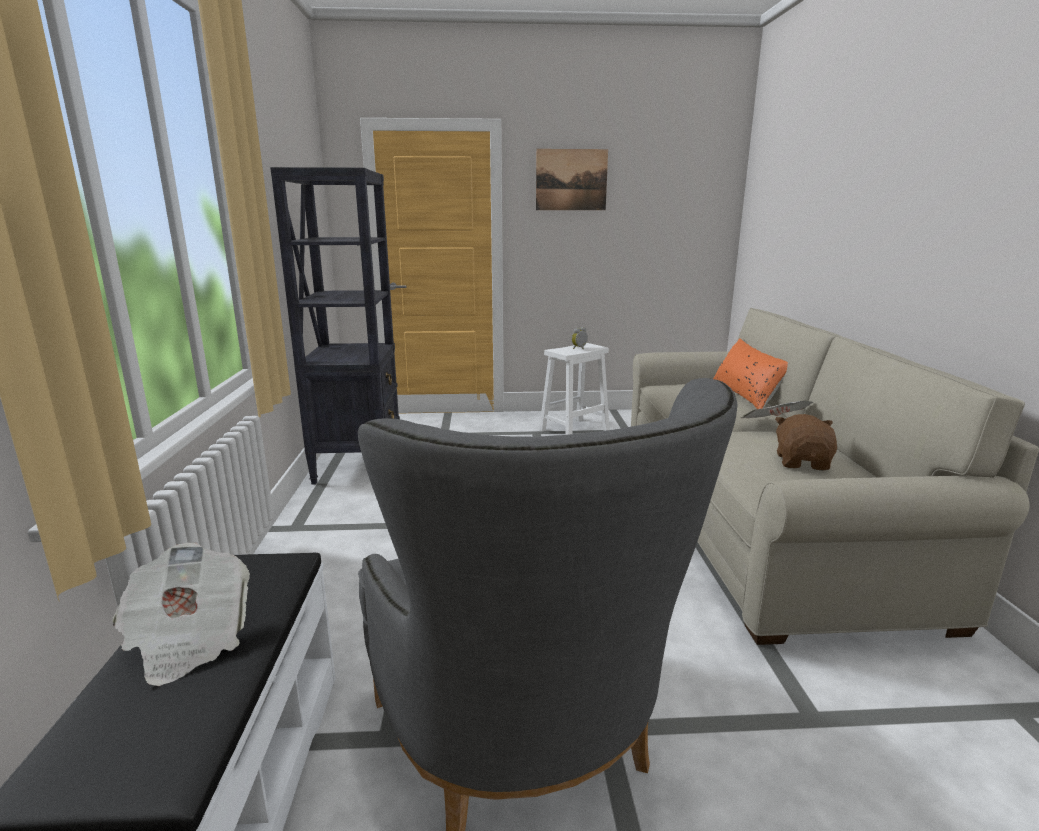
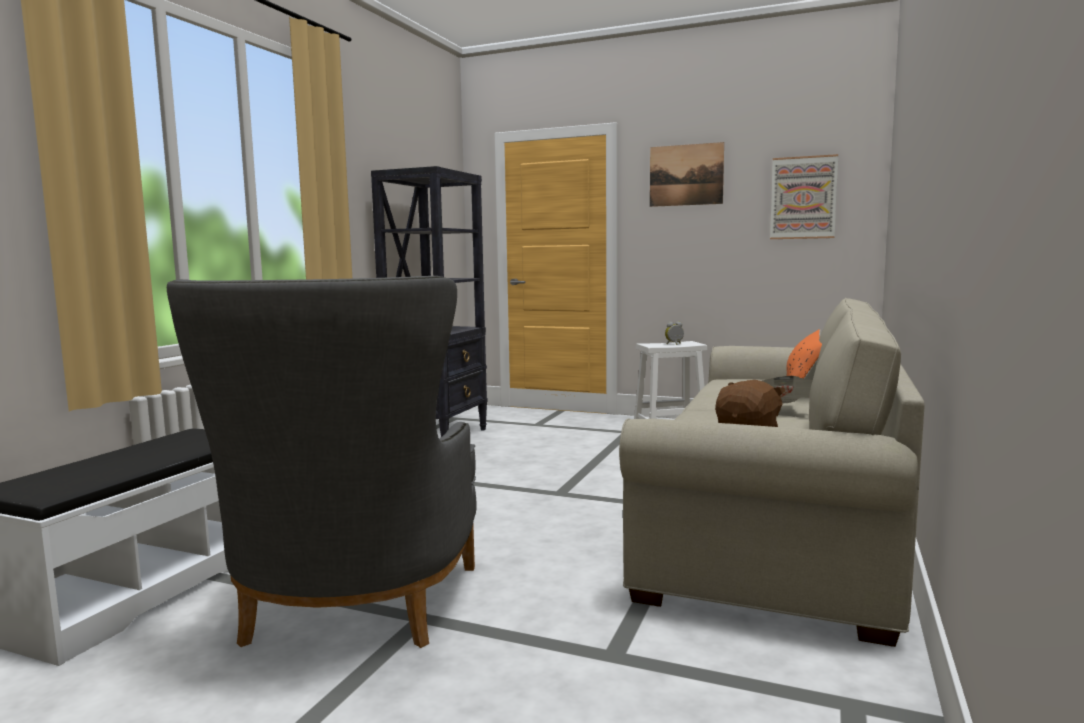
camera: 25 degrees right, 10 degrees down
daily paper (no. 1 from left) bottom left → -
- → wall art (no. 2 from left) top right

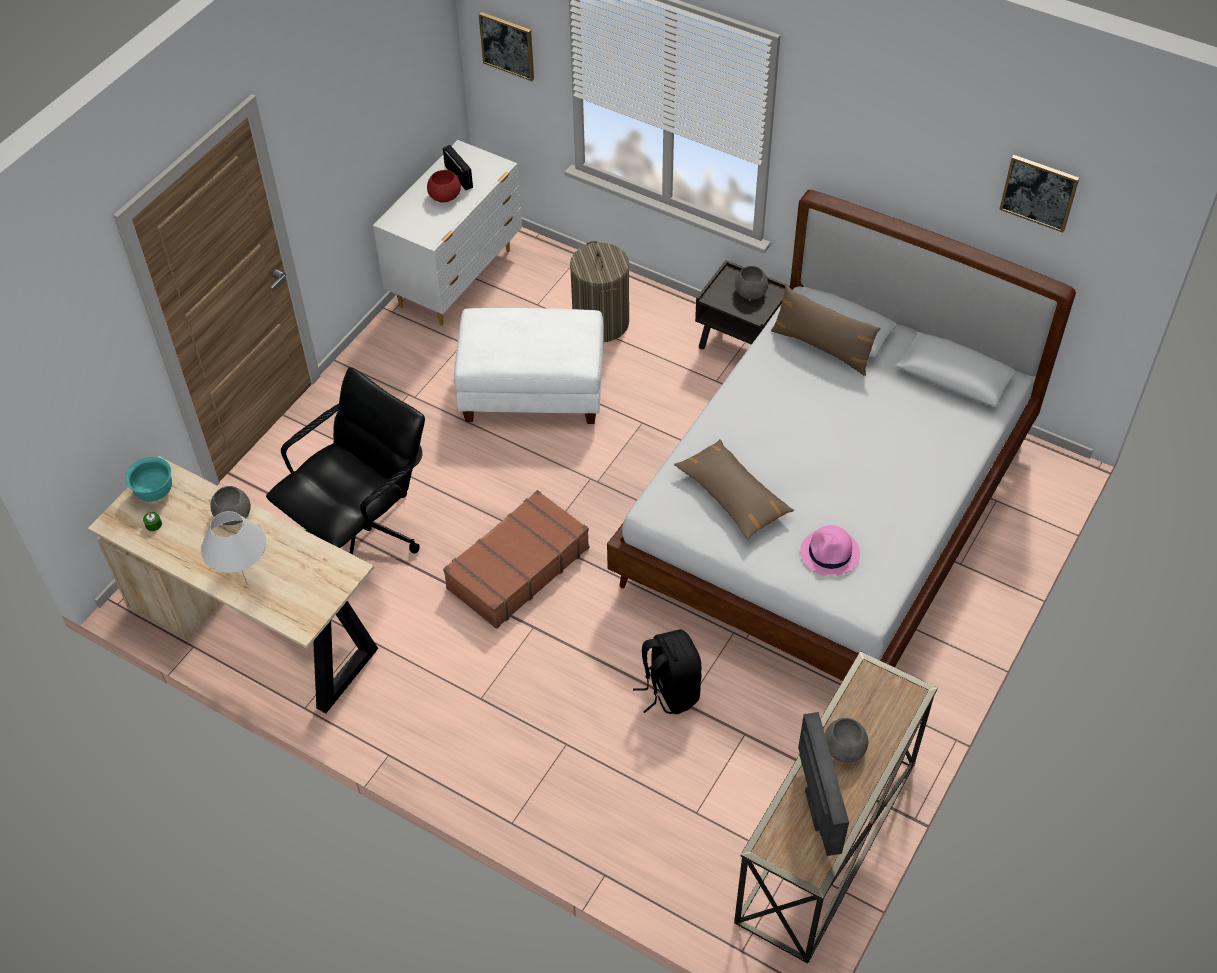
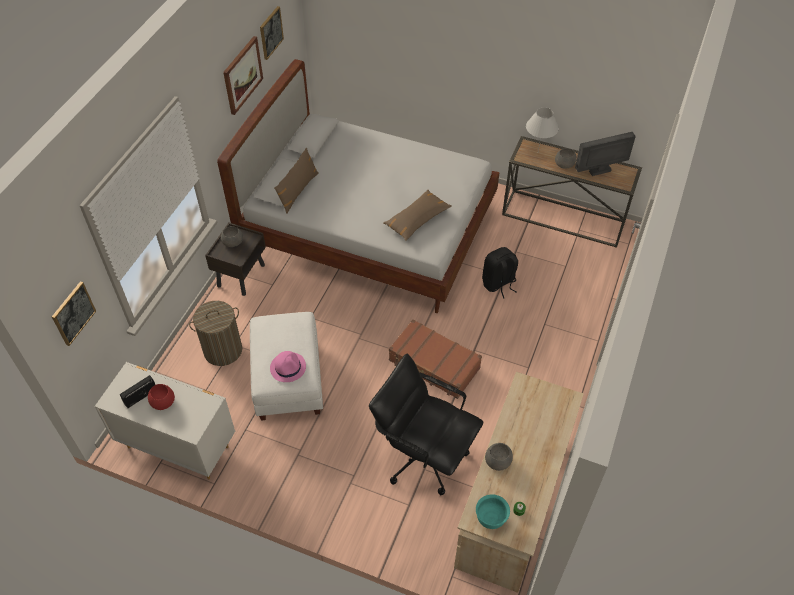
camera: 100 degrees left, 0 degrees up
- → wall art (no. 2 from left) top left
whitish lamp for a table middle left → whitish lamp for a table top right, relocated
pink-coloured clothing hat middle right → pink-coloured clothing hat centre, relocated

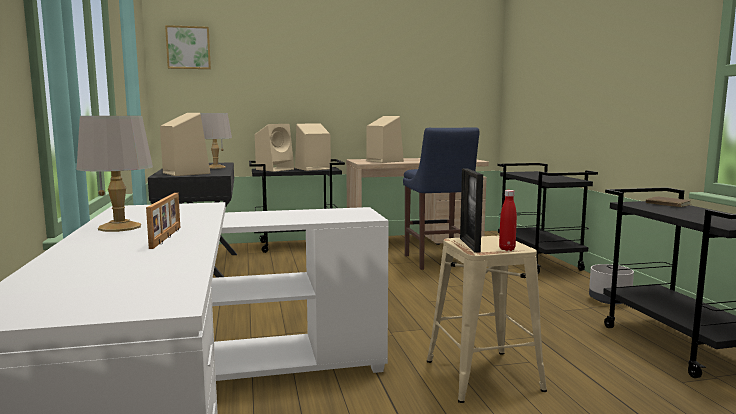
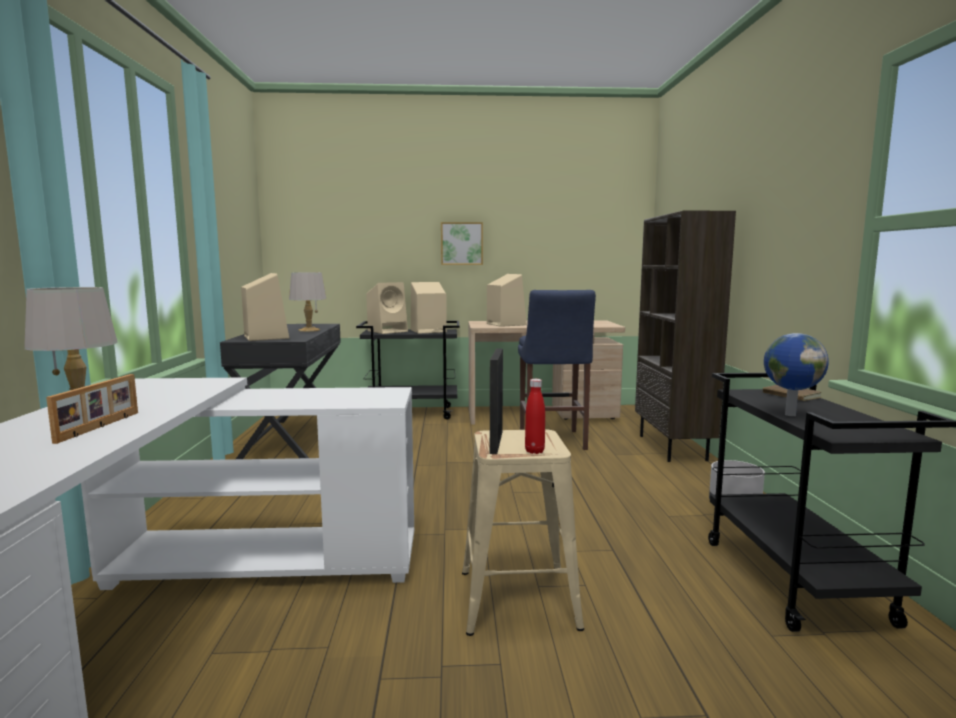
camera: 10 degrees right, 0 degrees up
- → desk globe middle right
wall art top left → wall art centre, relocated
blackish trolley (no. 2 from left) middle right → brown-coloured bookshelf middle right

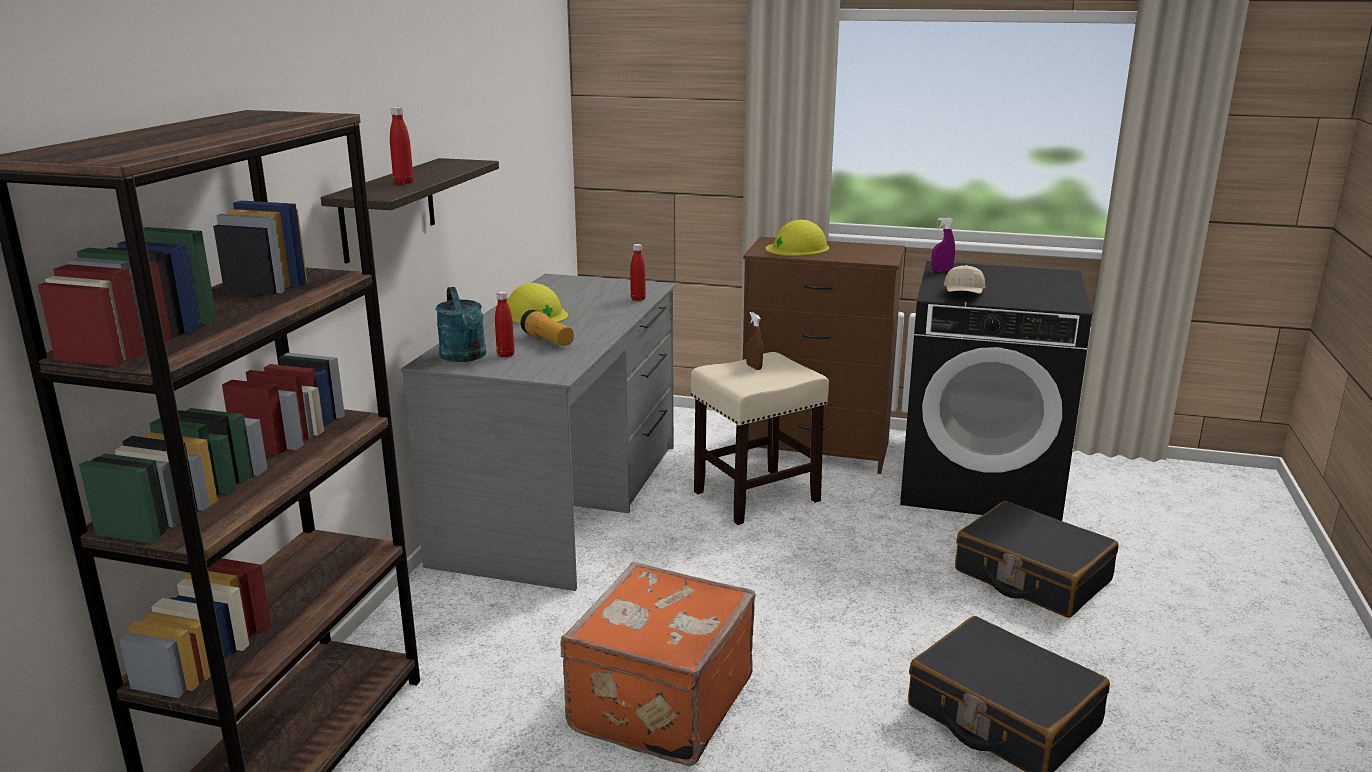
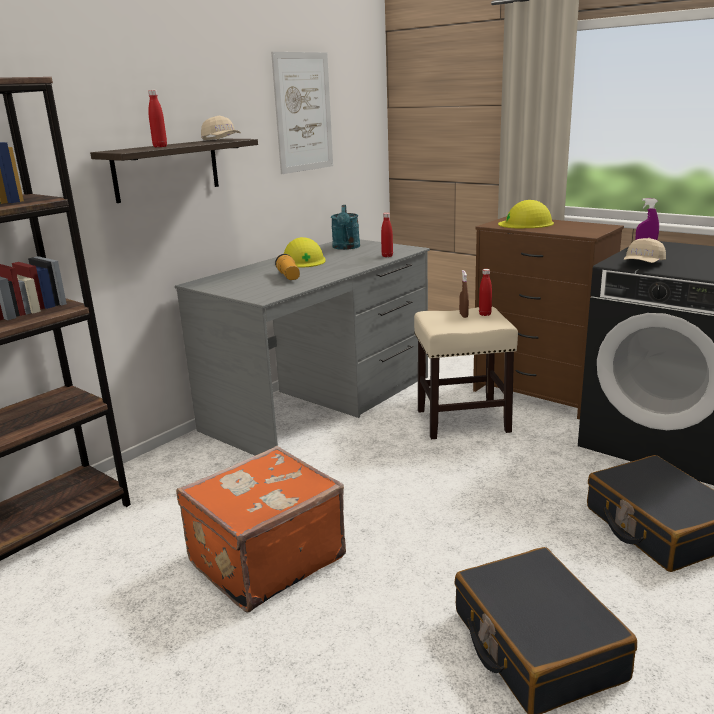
camera: 25 degrees right, 0 degrees up
- → beige baseball cap (no. 1 from left) top left
- → wall art top centre
turquoise-coloured sprinkling can centre → turquoise-coloured sprinkling can top centre, relocated
red-coloured bottle (no. 2 from left in the first image) centre → red-coloured bottle (no. 3 from left) middle right, relocated

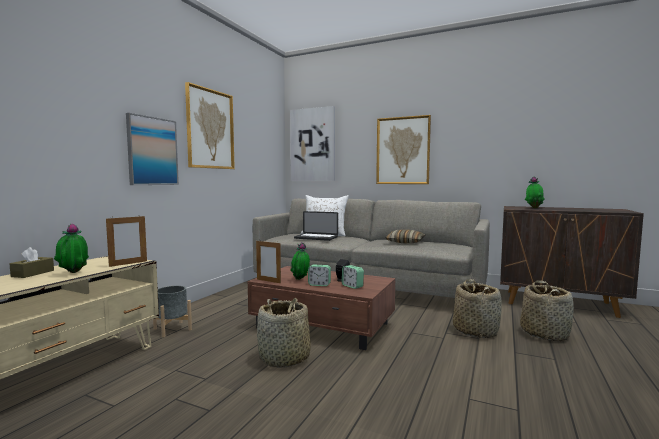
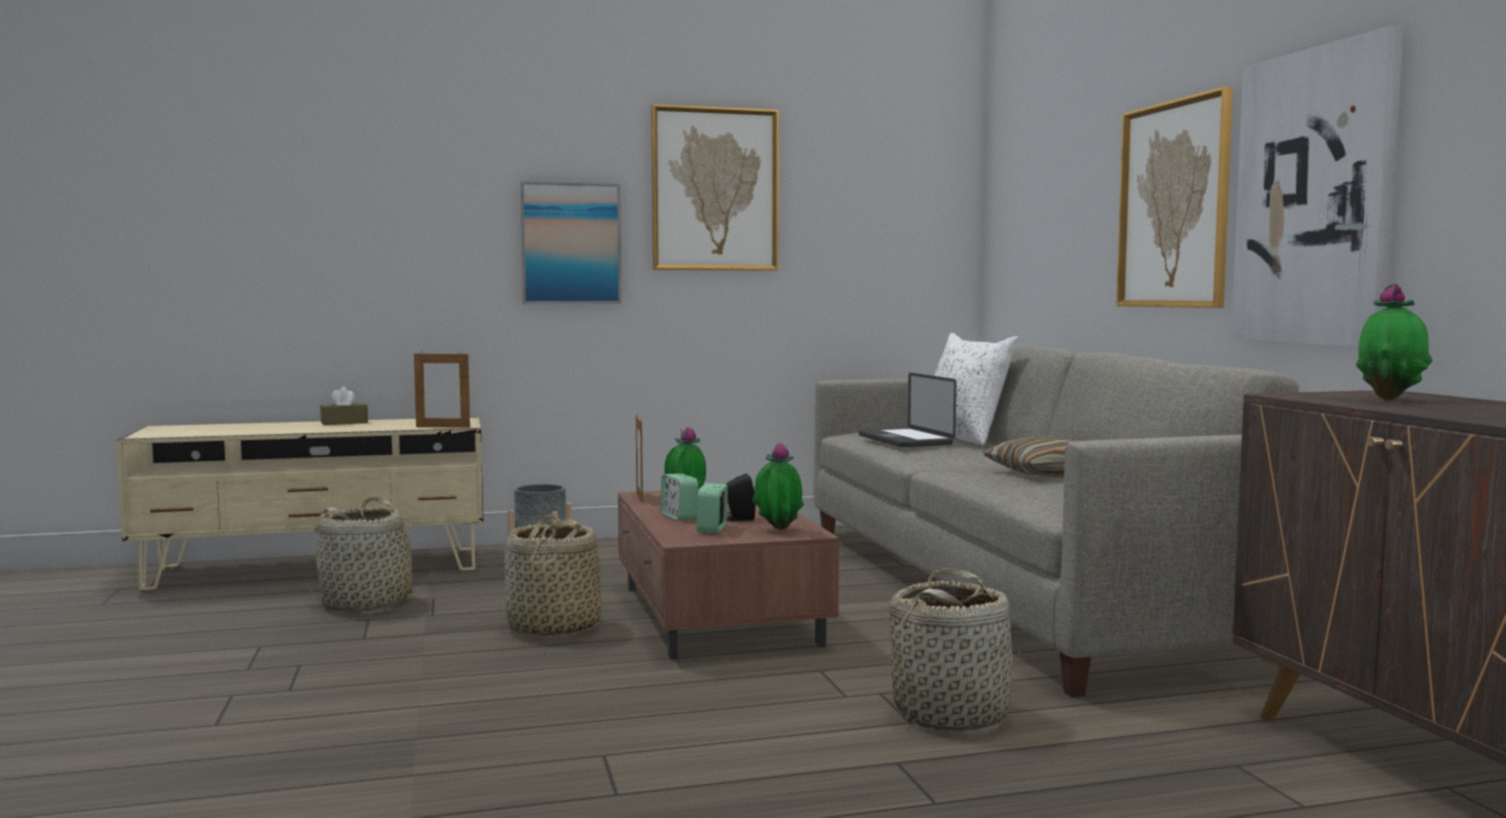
camera: 50 degrees right, 0 degrees up
plant in a pot (no. 1 from left in the first image) middle left → plant in a pot (no. 2 from left) centre, relocated
wall art (no. 3 from left in the first image) top centre → wall art (no. 4 from left) top right, relocated
storage basket (no. 3 from left in the first image) bottom right → storage basket (no. 1 from left) bottom left, relocated

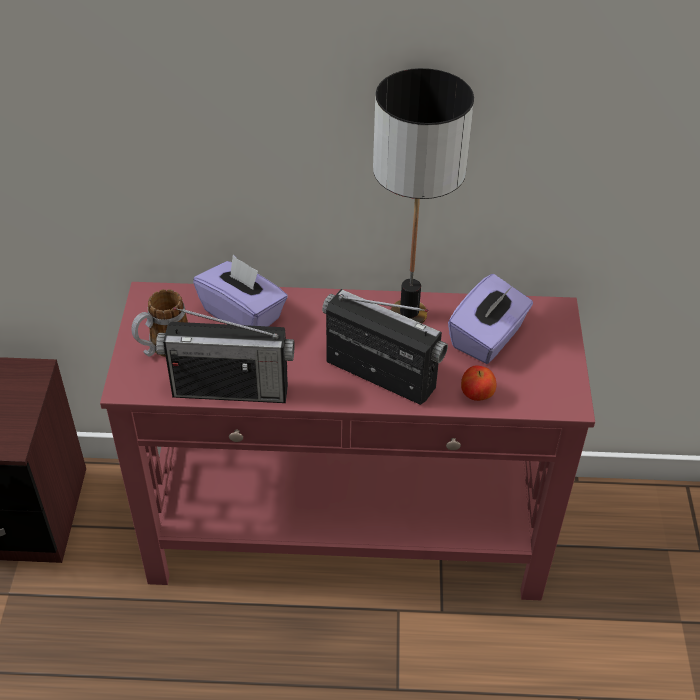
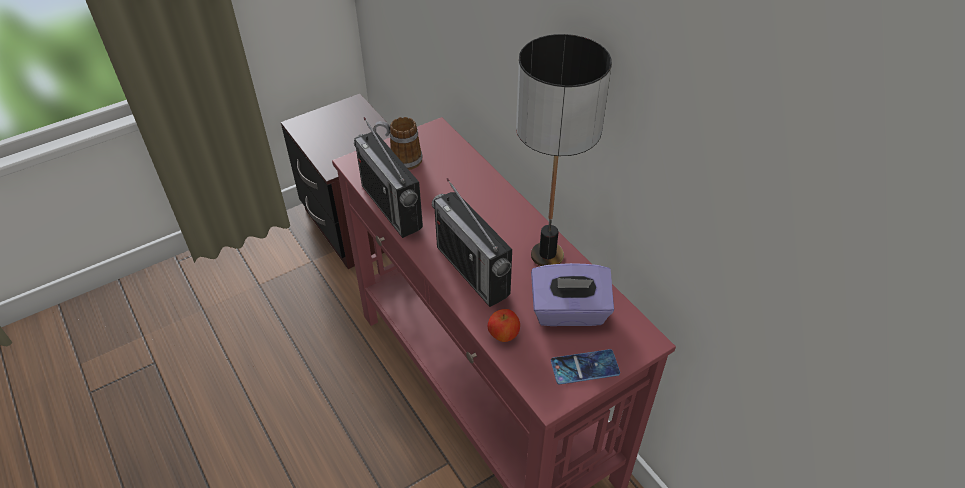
camera: 55 degrees right, 0 degrees up
purple-coloured box of tissues (no. 1 from left) centre → -
- → telephone bottom centre
radio (no. 2 from left) centre, 150 degrees clockwise

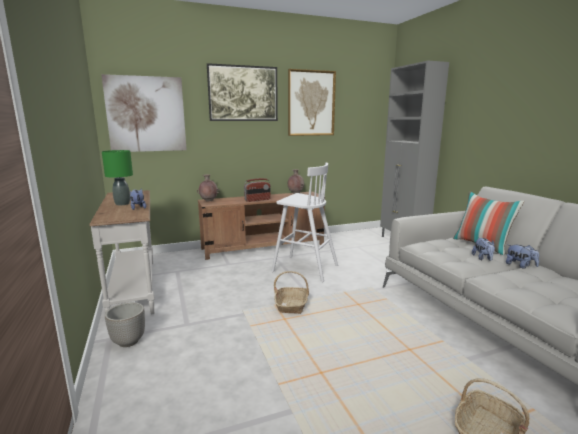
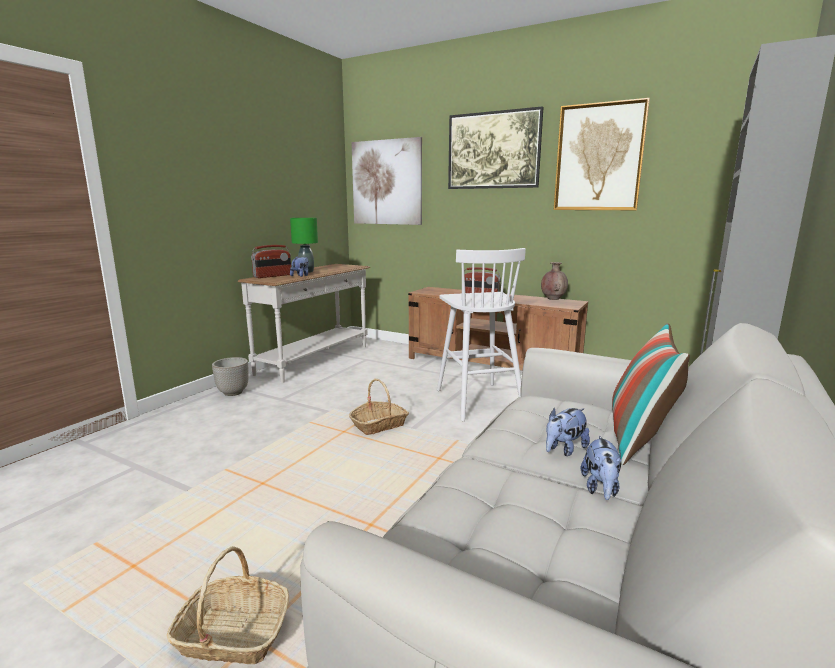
camera: 50 degrees right, 0 degrees up
brown-coloured vase (no. 1 from left) centre → -
- → radio (no. 1 from left) middle left

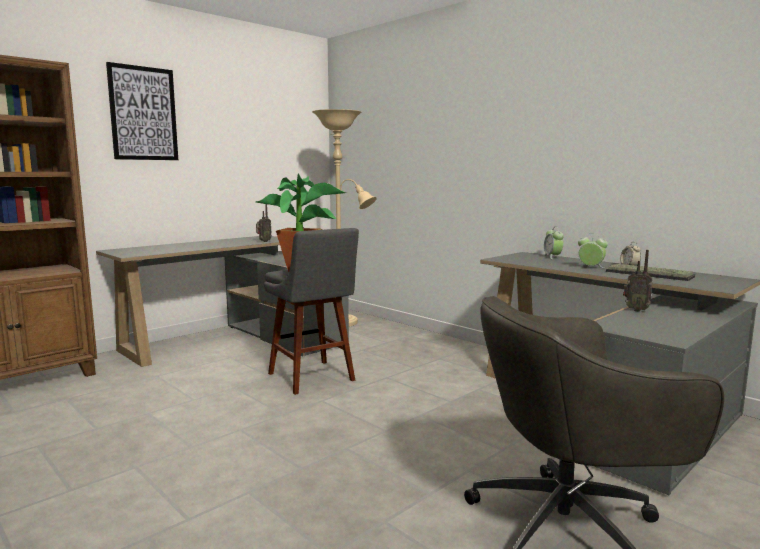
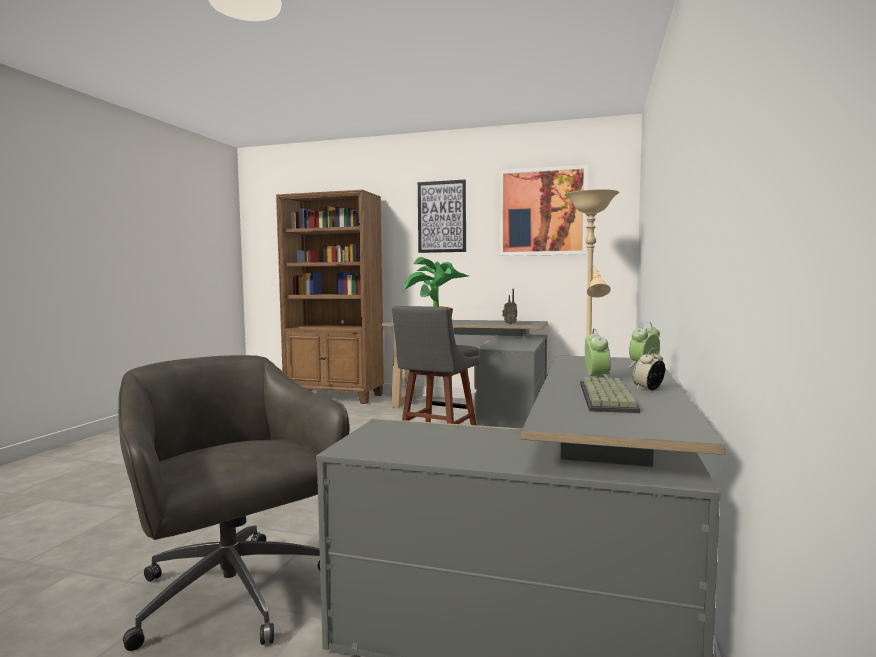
camera: 60 degrees right, 5 degrees down
radio (no. 2 from left) middle right → -
- → wall art (no. 2 from left) top centre

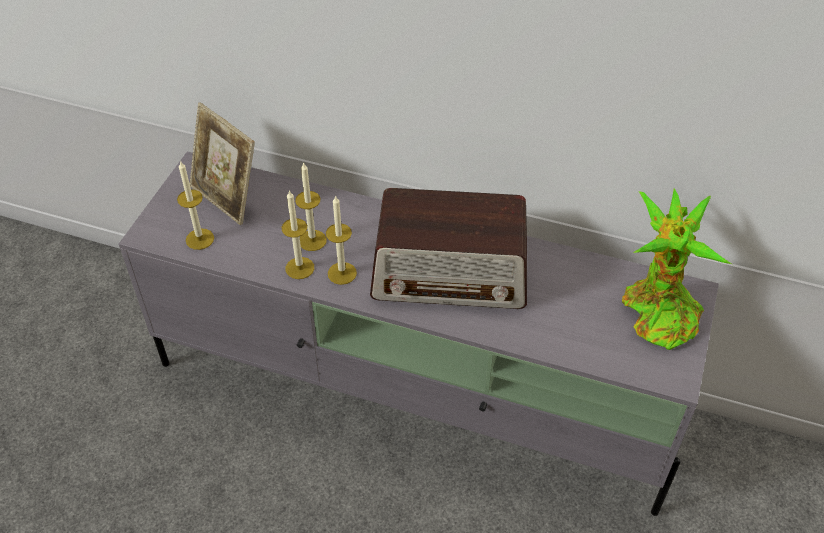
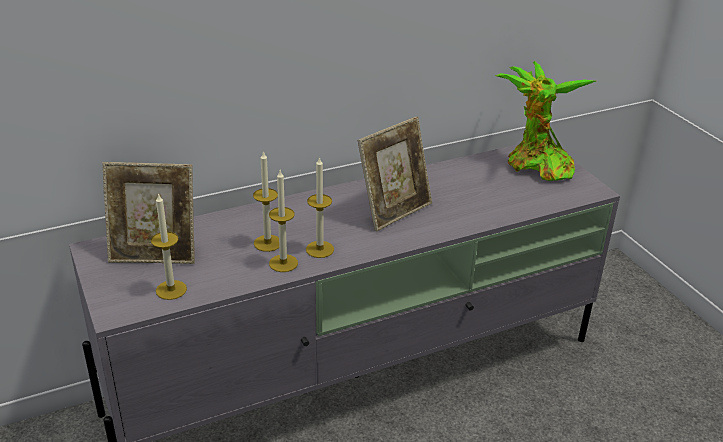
camera: 45 degrees left, 15 degrees down
radio centre → standing frame (no. 2 from left) centre

